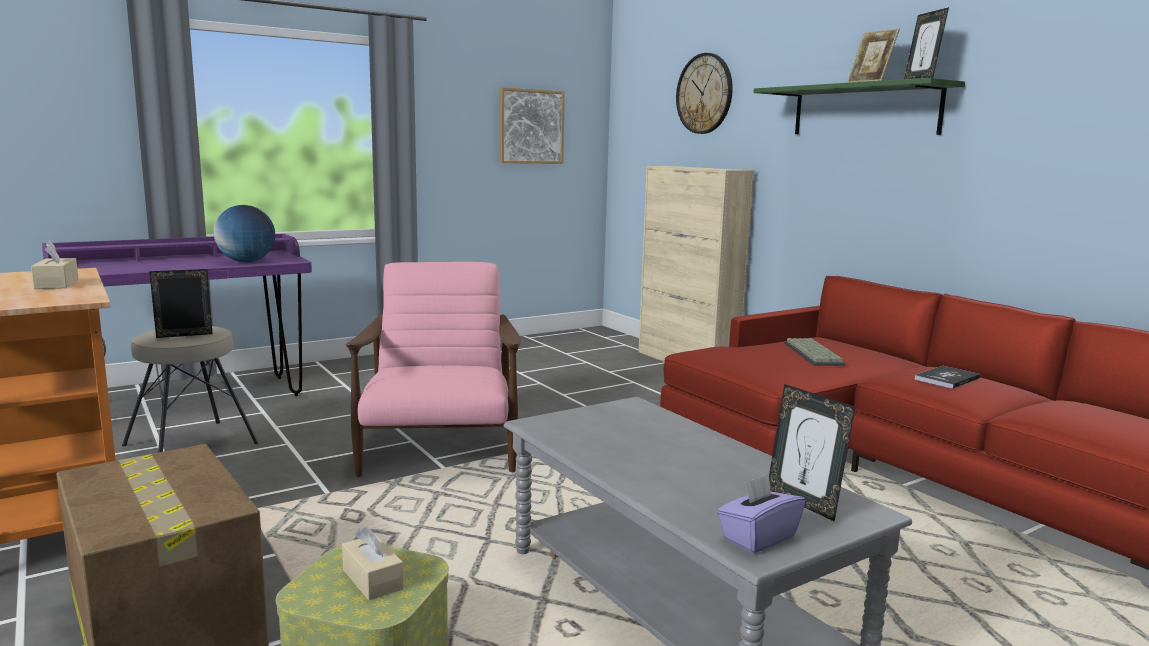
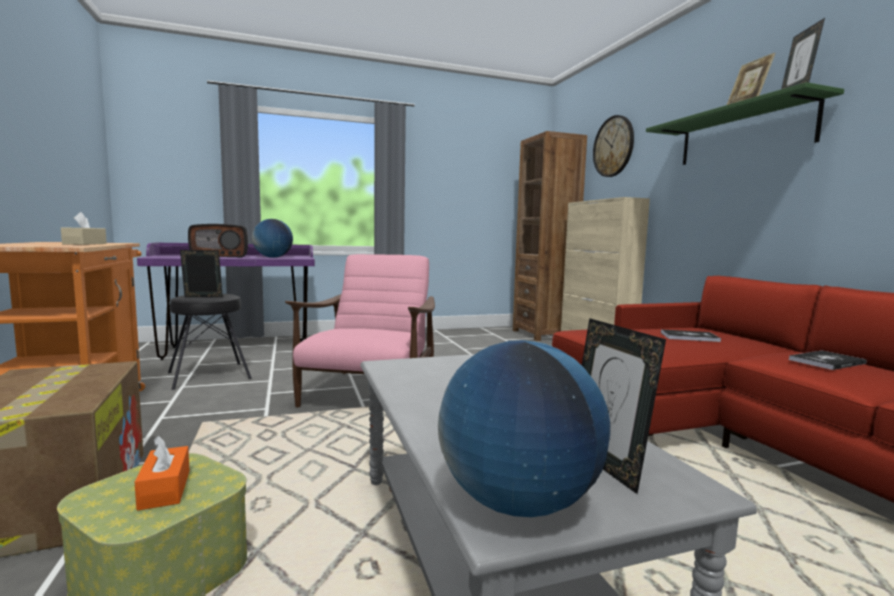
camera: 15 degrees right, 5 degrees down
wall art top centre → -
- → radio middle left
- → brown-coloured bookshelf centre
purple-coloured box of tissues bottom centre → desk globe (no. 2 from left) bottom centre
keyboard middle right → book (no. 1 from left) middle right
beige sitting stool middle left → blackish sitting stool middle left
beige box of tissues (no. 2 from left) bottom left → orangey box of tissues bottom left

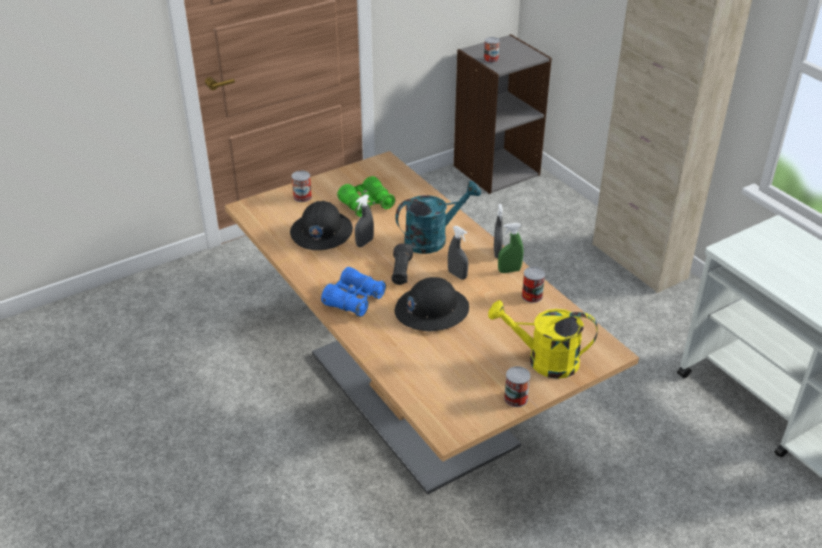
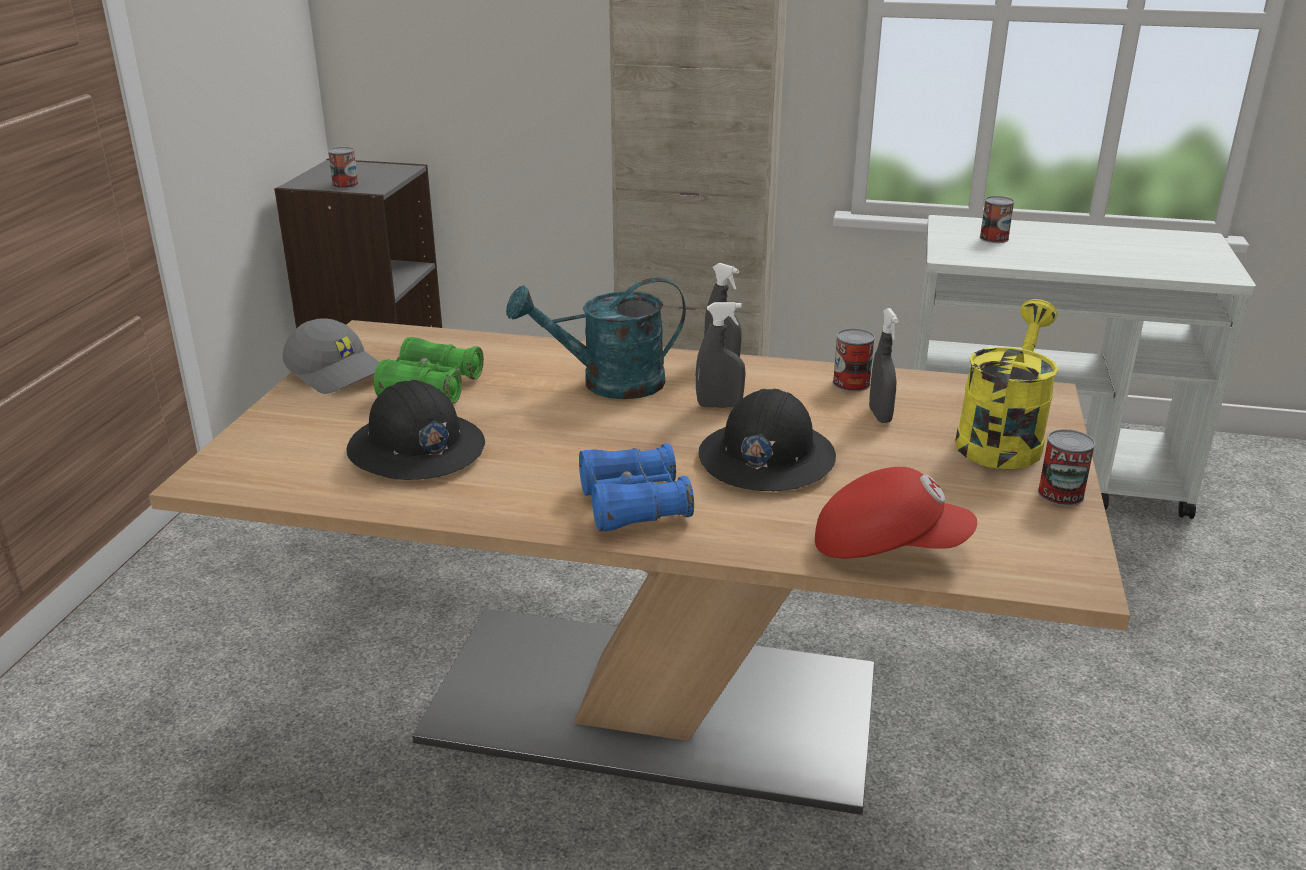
camera: 45 degrees left, 10 degrees down
blackish hand torch centre → -
green hand sprayer centre → -
- → gray baseball cap middle left
- → red-coloured baseball cap middle right
metal can (no. 1 from left in the first image) centre → metal can (no. 3 from left) top right, relocated
gray hand sprayer (no. 1 from left in the first image) centre → gray hand sprayer (no. 3 from left) middle right, relocated
turquoise-coloured sprinkling can centre, 120 degrees counterclockwise
yellow sprinkling can centre → yellow sprinkling can middle right, 150 degrees clockwise

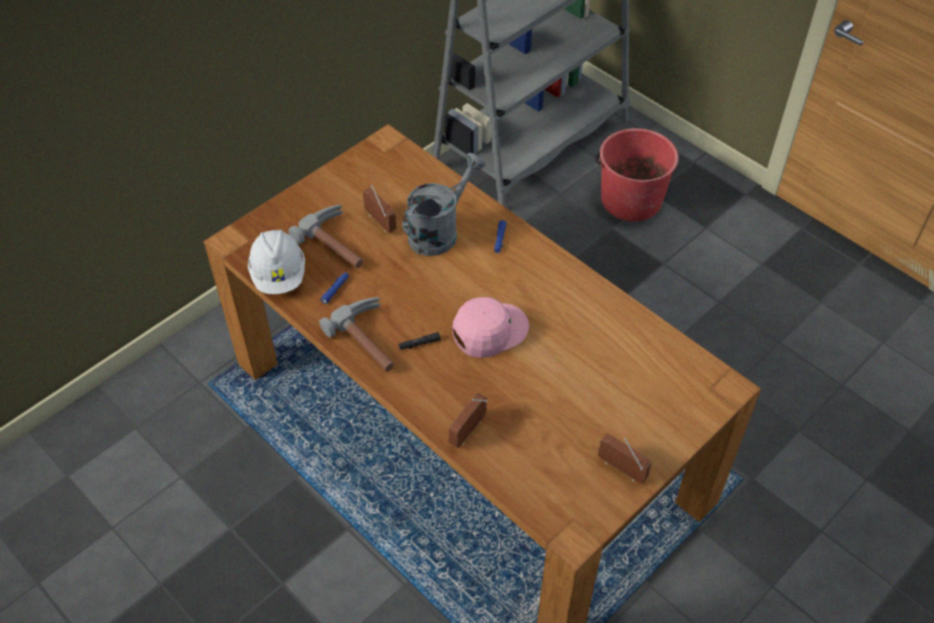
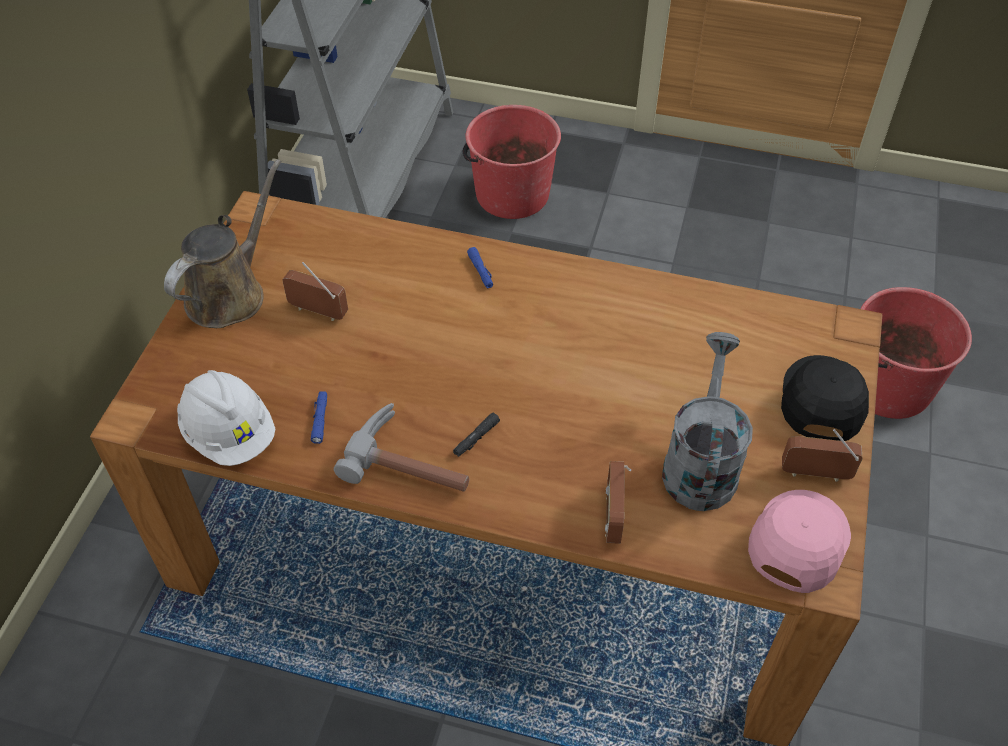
camera: 30 degrees left, 0 degrees up
tool hammer (no. 1 from left) centre → -
- → brown-coloured sprinkling can top left
- → blackish baseball cap middle right
- → red-coloured pail (no. 2 from left) middle right
gray sprinkling can top centre → gray sprinkling can middle right, relocated
pink-coloured baseball cap centre → pink-coloured baseball cap bottom right, relocated

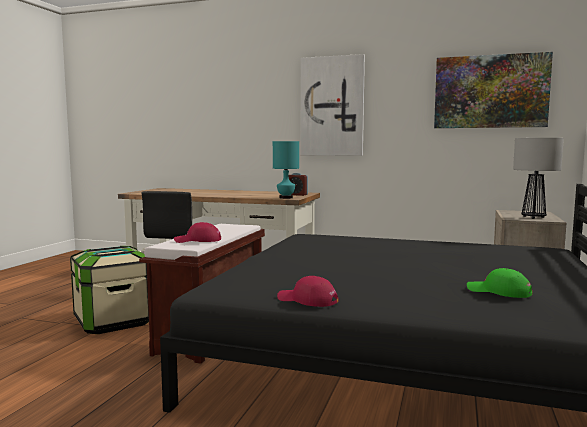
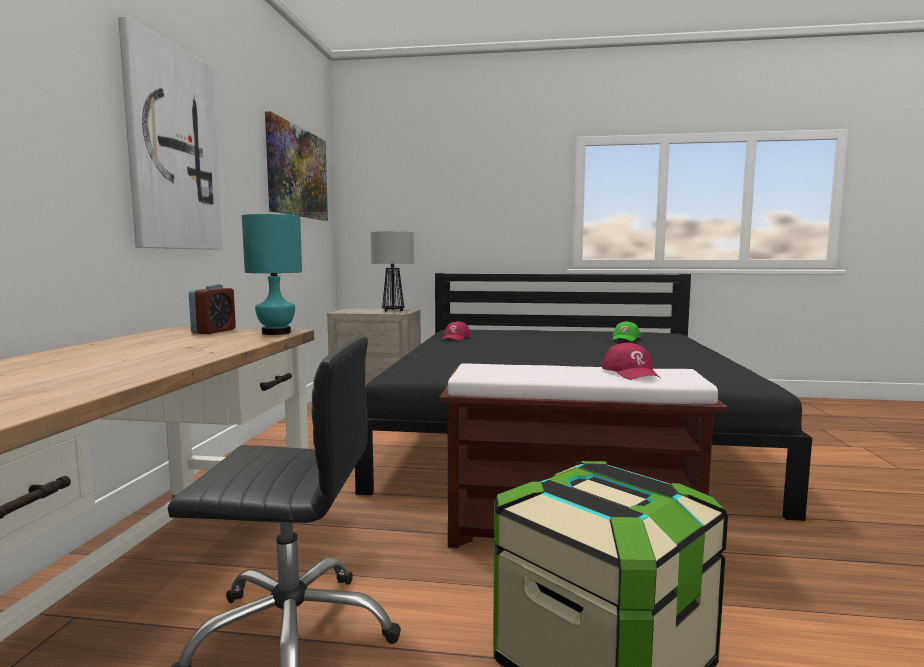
camera: 100 degrees left, 0 degrees up
red-coloured baseball cap (no. 2 from left in the first image) bottom centre → red-coloured baseball cap (no. 1 from left) centre, relocated

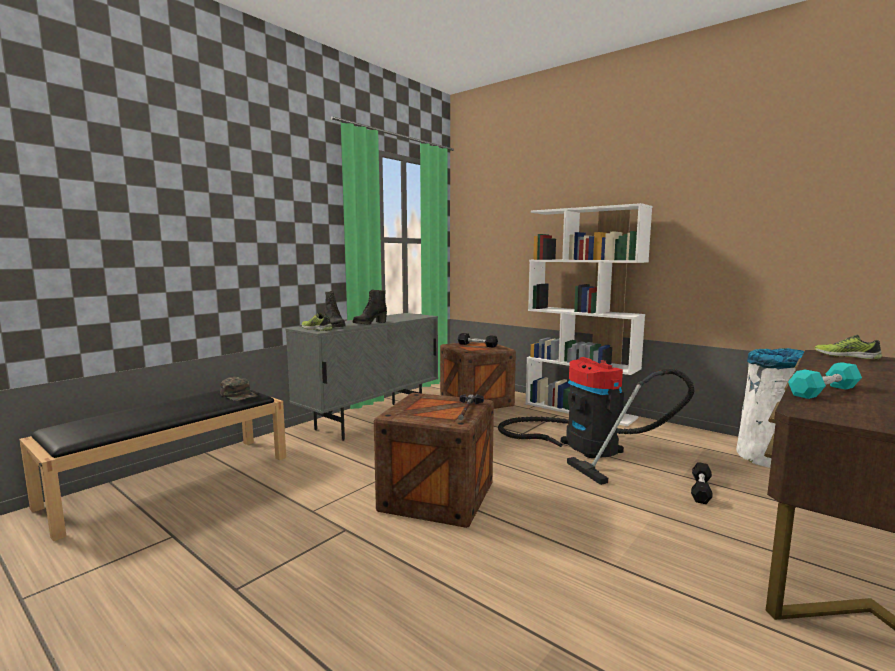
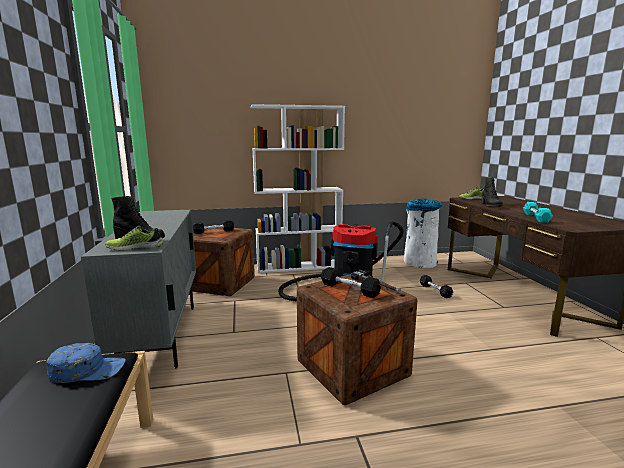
camera: 50 degrees left, 5 degrees up
- → blackish hand weight (no. 2 from left) centre
blackish tall boot (no. 2 from left) centre → blackish tall boot (no. 2 from left) middle right, relocated
green baseball cap middle left → blue-coloured baseball cap bottom left

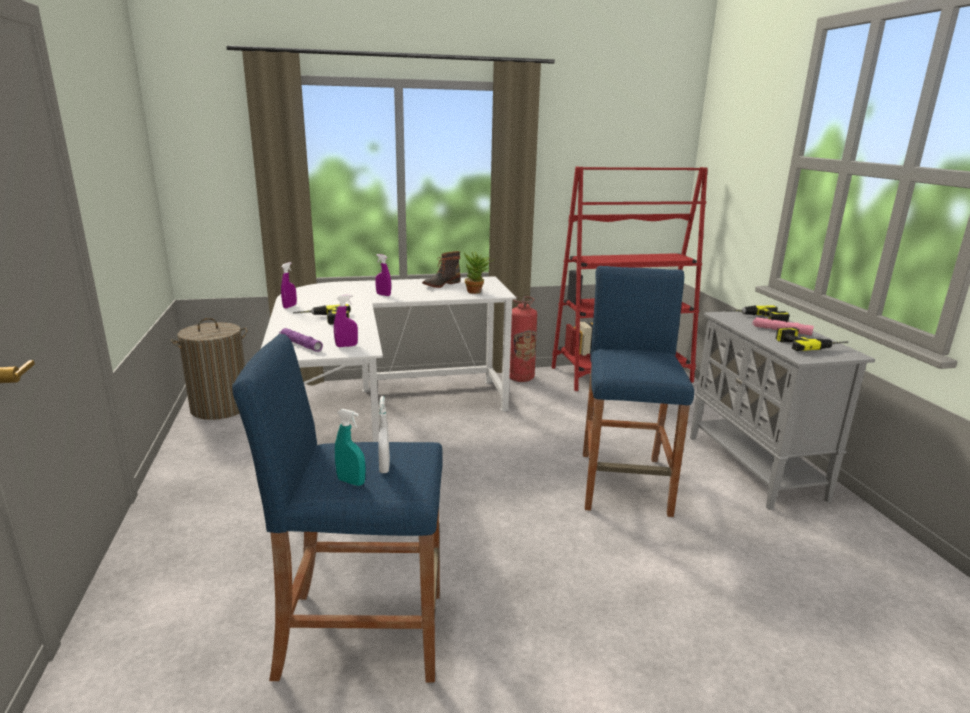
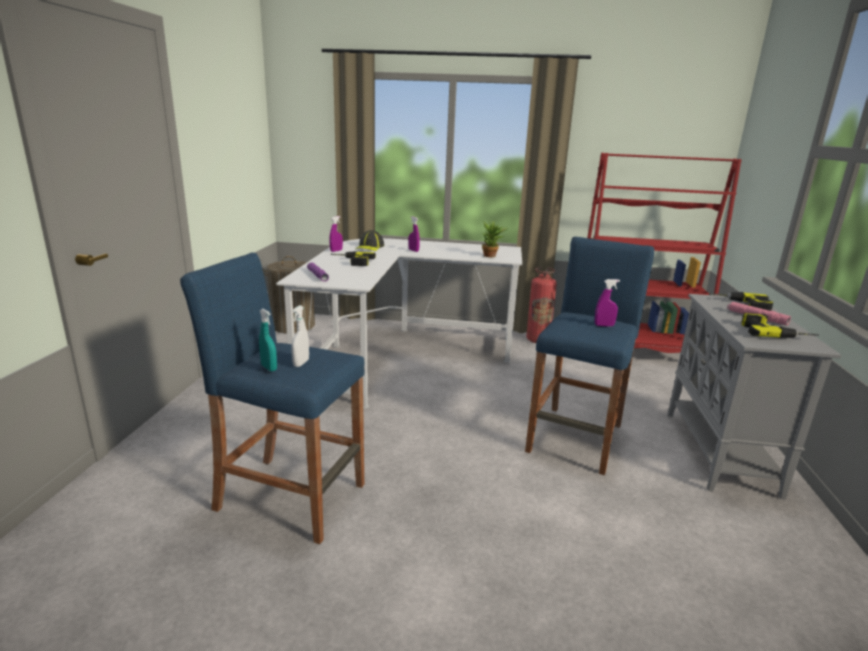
camera: 20 degrees right, 0 degrees up
tall boot centre → -
- → baseball cap centre
purple-coloured hand sprayer (no. 2 from left in the first image) centre → purple-coloured hand sprayer (no. 3 from left) middle right, relocated

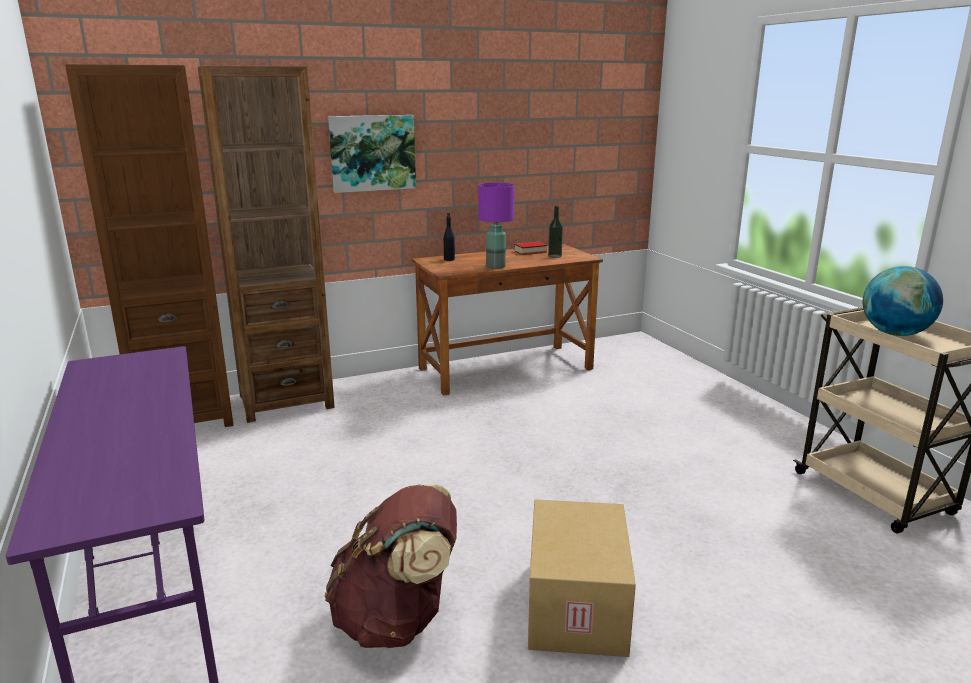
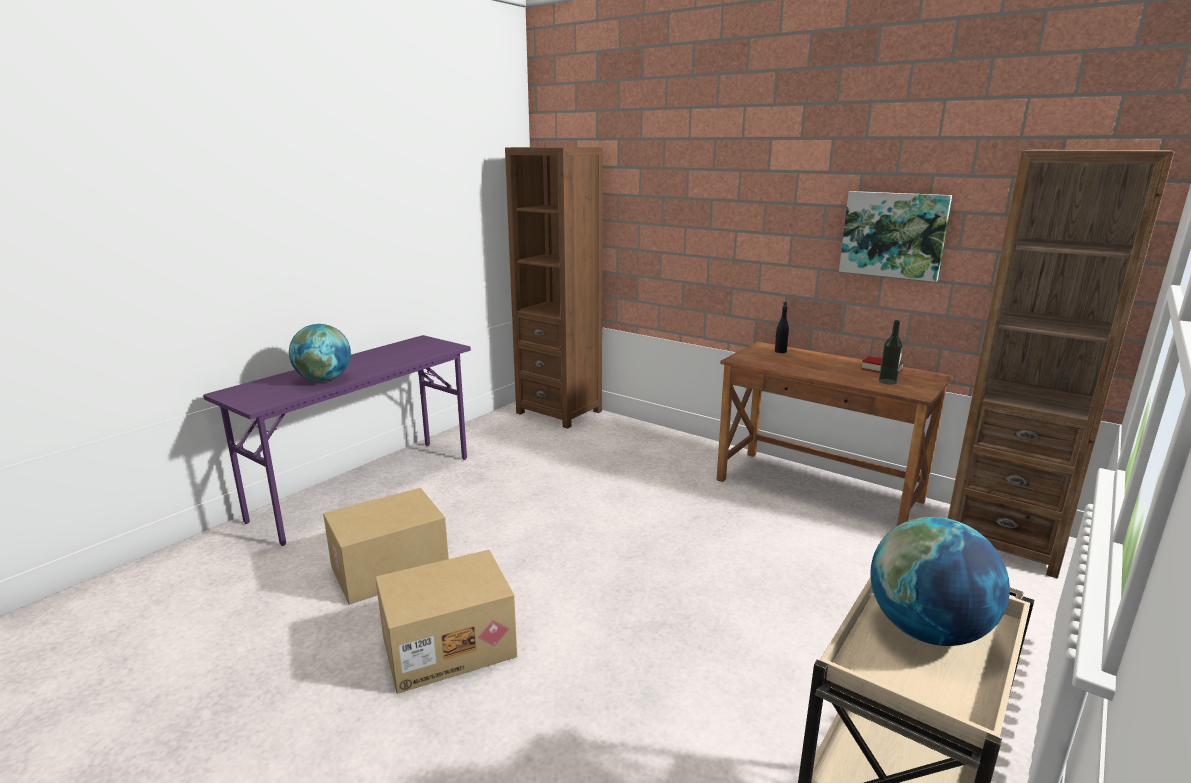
camera: 60 degrees right, 0 degrees up
purple-coloured lamp for a table top centre → -
- → desk globe (no. 1 from left) middle left
brown-coloured bookshelf (no. 2 from left) middle left → brown-coloured bookshelf (no. 2 from left) middle right, relocated
wall art top centre → wall art top right, relocated
brown-coloured backpack bottom centre → cardboard box (no. 1 from left) bottom left

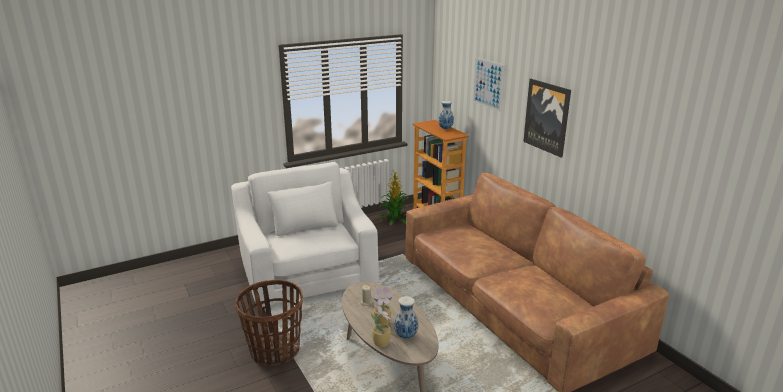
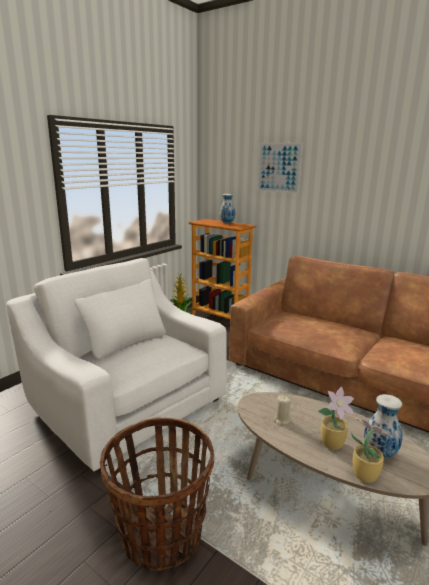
camera: 25 degrees left, 5 degrees down
wall art (no. 2 from left) top right → -

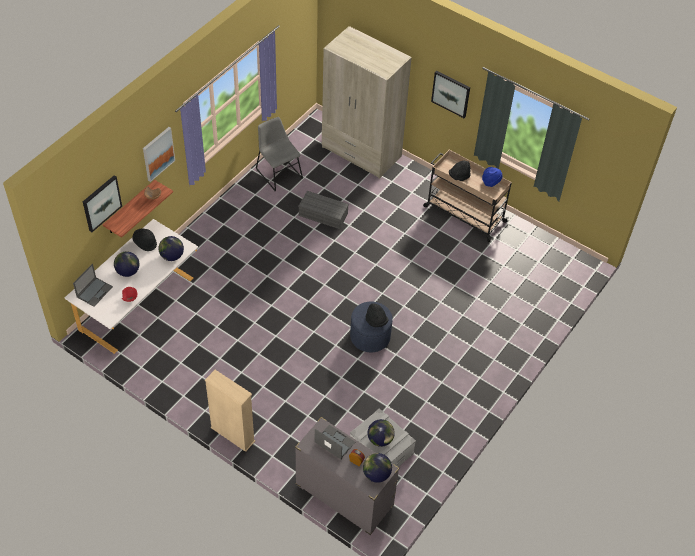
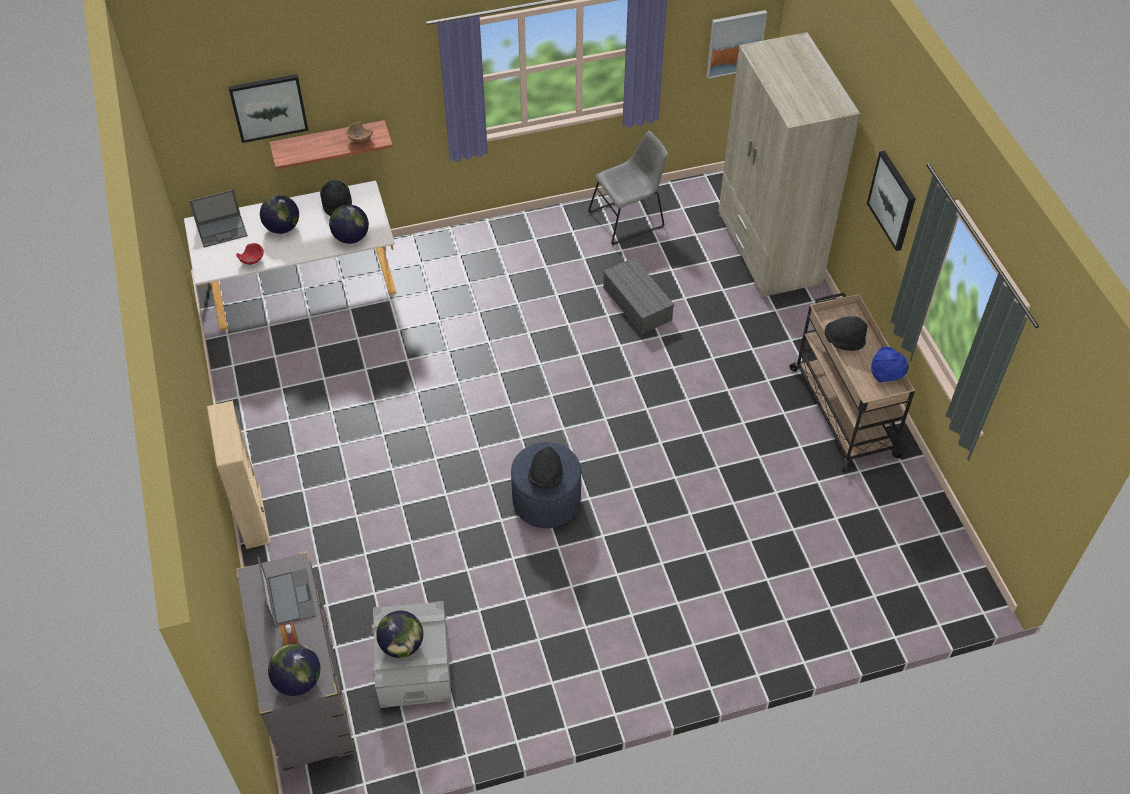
camera: 40 degrees right, 0 degrees up
wall art (no. 2 from left) top left → wall art (no. 2 from left) top centre, relocated
gray upright chair top centre, 60 degrees clockwise

